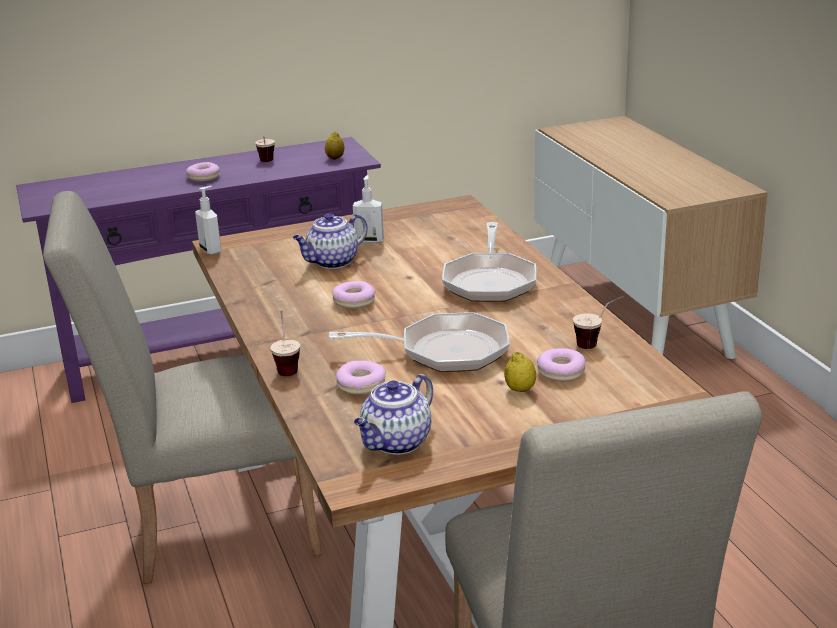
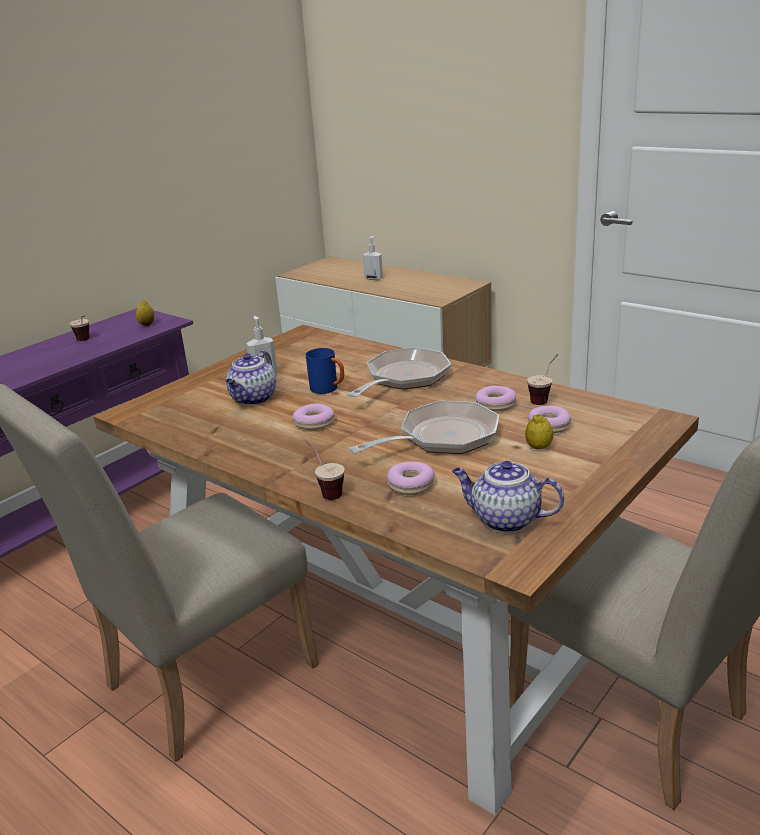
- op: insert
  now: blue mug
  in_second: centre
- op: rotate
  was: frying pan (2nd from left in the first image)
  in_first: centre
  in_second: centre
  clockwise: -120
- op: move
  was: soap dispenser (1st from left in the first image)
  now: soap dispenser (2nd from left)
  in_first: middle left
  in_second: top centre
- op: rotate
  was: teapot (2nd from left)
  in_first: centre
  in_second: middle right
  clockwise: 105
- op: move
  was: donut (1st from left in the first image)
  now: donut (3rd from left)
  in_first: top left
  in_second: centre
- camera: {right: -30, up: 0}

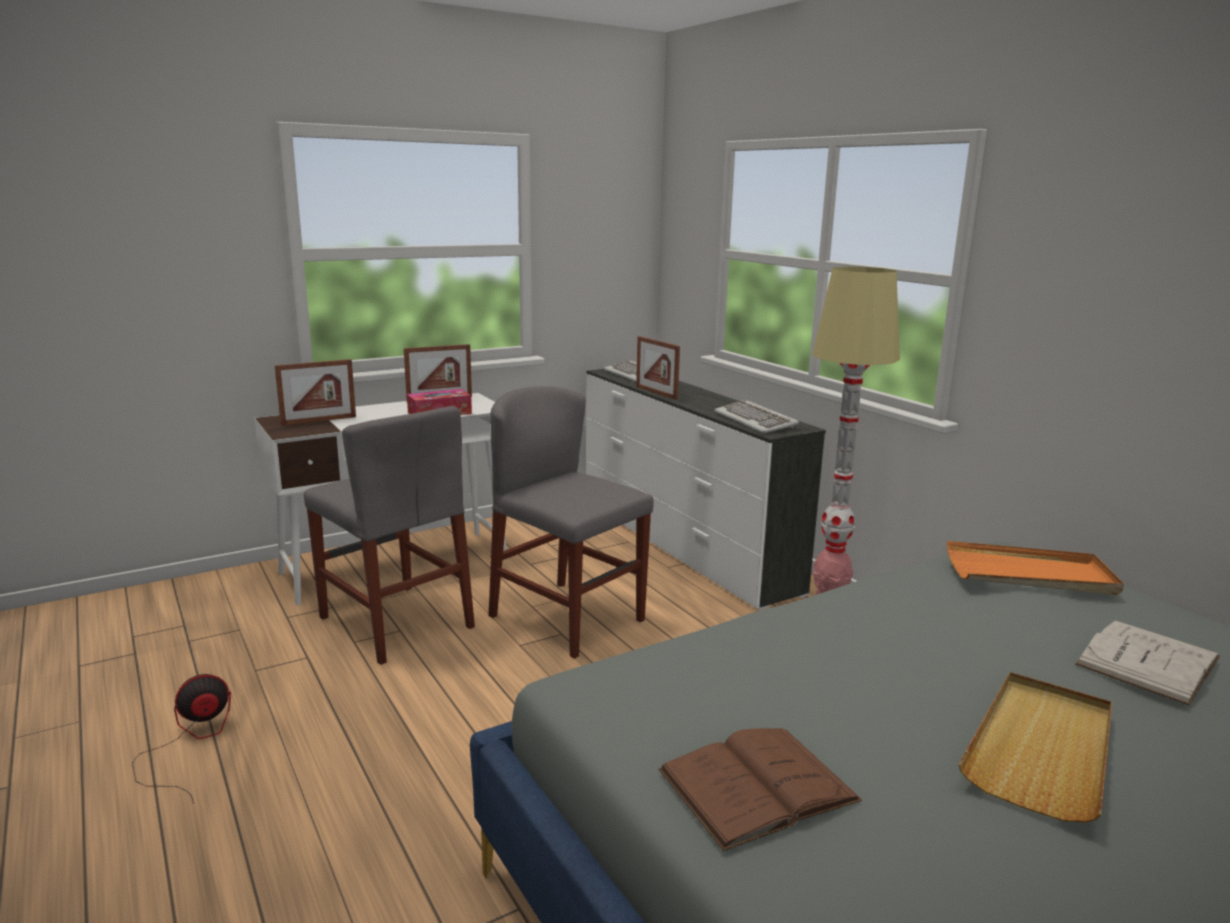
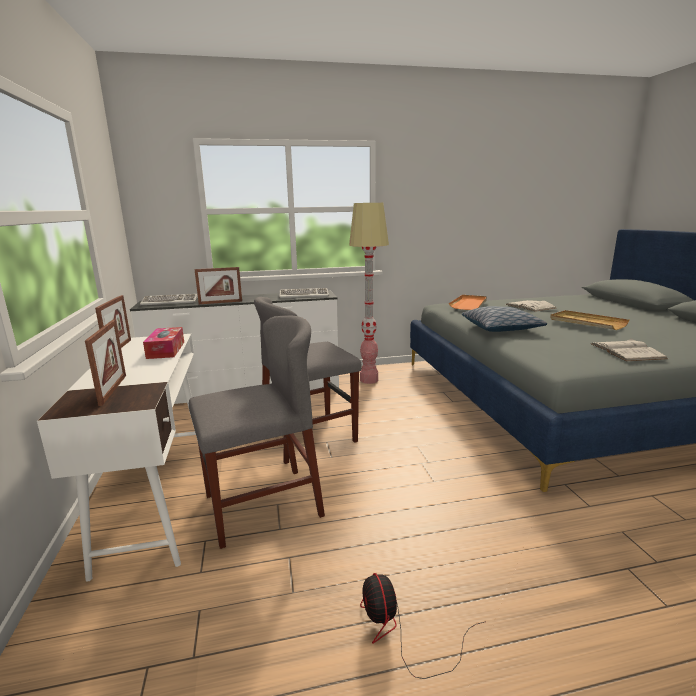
- op: insert
  now: pillow
  in_second: middle right
- op: recolor
  was: brown book
  now: white book (2nd from left)
  in_first: bottom centre
  in_second: middle right
- camera: {right: -70, up: 0}

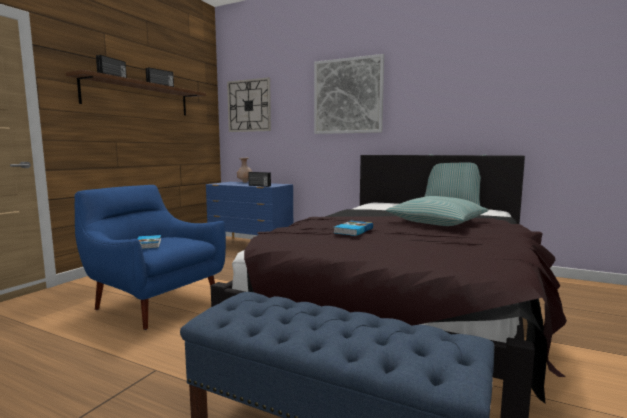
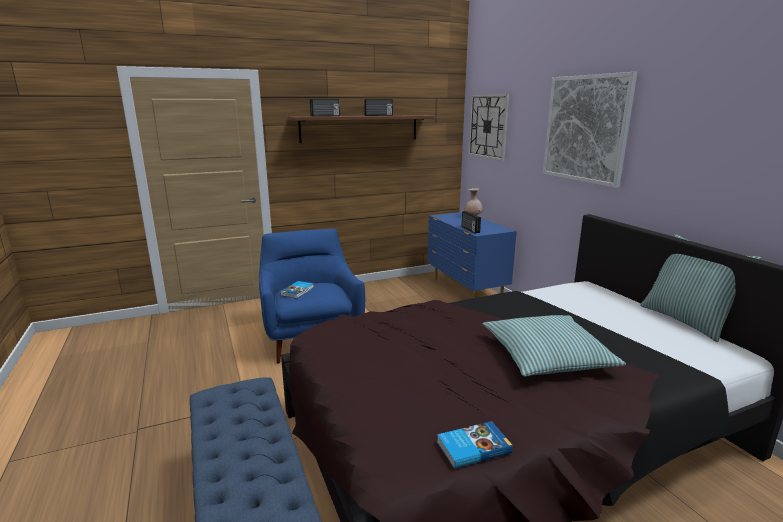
- op: move
  was: book (2nd from left)
  in_first: centre
  in_second: bottom centre
- camera: {right: 40, up: 10}

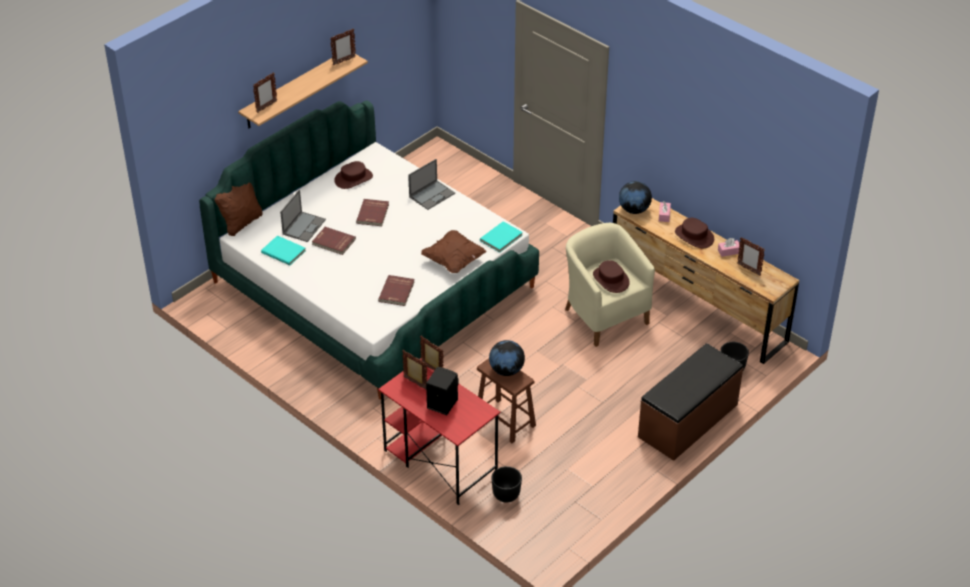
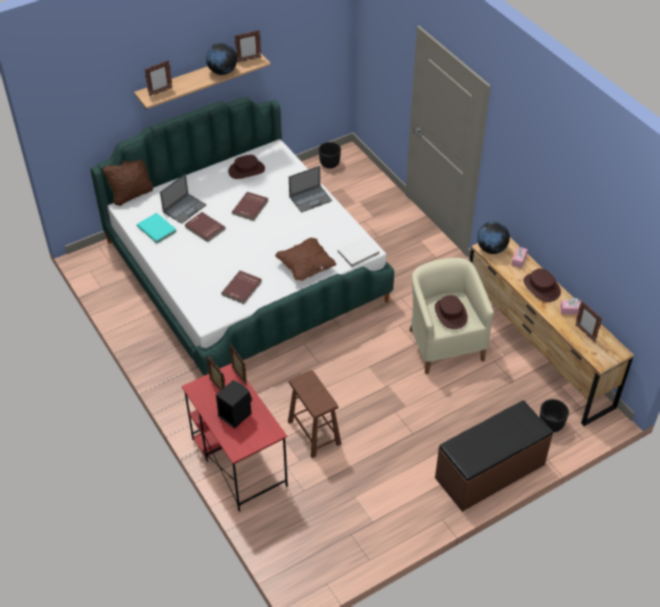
- op: move
  was: globe (1st from left)
  in_first: centre
  in_second: top centre
- op: move
  was: black planter (1st from left)
  in_first: bottom centre
  in_second: top centre
- op: recolor
  was: turquoise book (2nd from left)
  now: white book
  in_first: centre
  in_second: centre
- camera: {right: 15, up: 5}

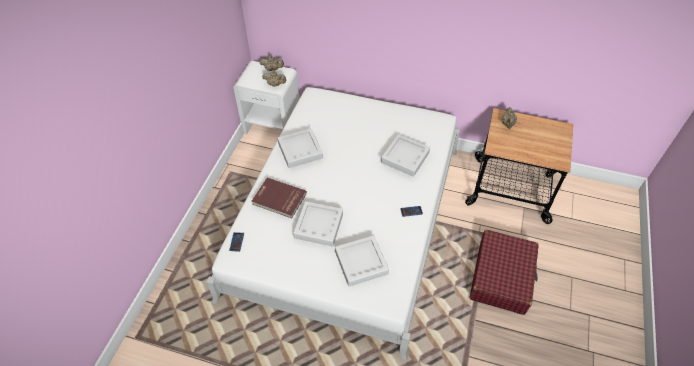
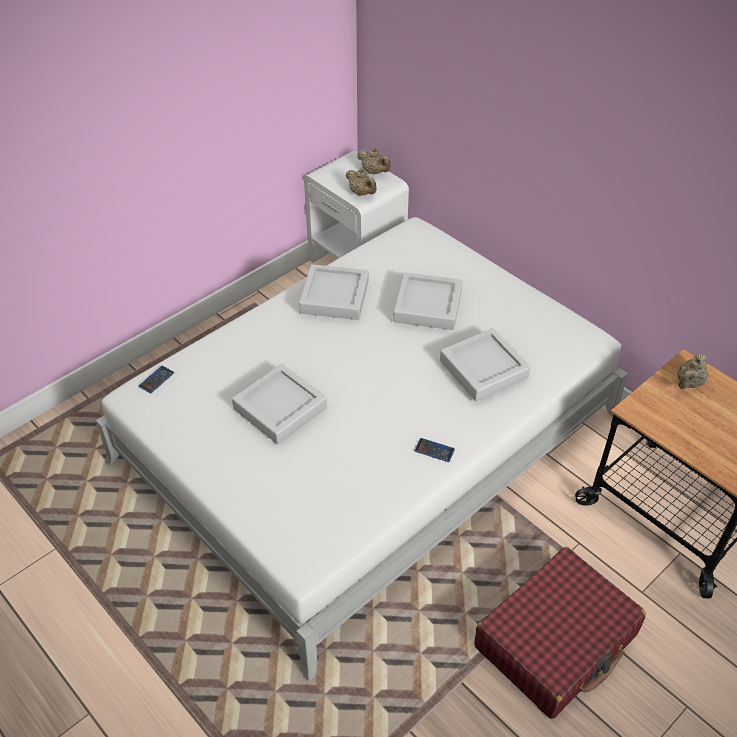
- op: move
  was: grey tray (3rd from left)
  in_first: bottom centre
  in_second: centre
- op: delete
  was: red book
  in_first: centre
- camera: {right: 30, up: -5}

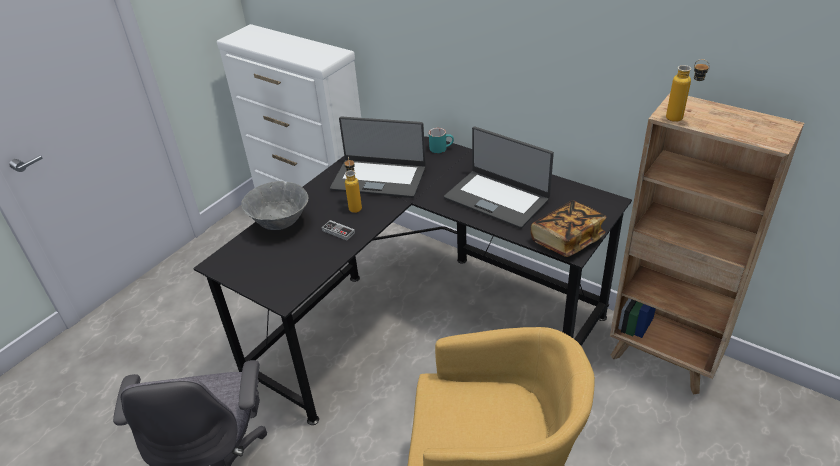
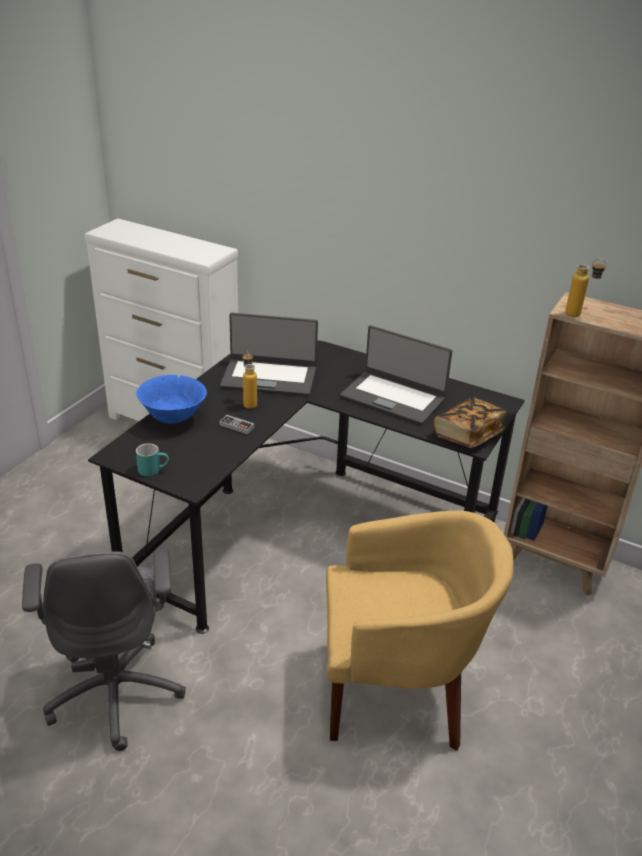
- op: recolor
  was: grey bowl
  now: blue bowl
  in_first: middle left
  in_second: middle left
- op: move
  was: turquoise mug
  in_first: top centre
  in_second: middle left
- camera: {right: -10, up: -5}

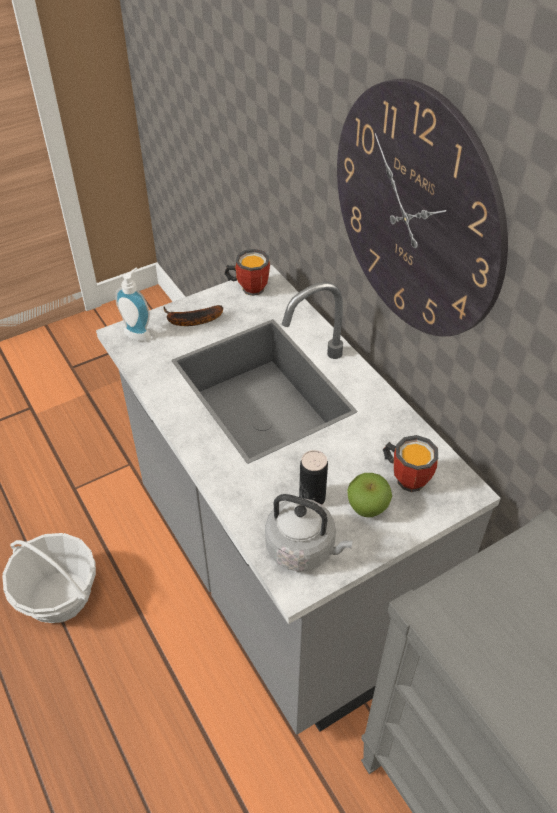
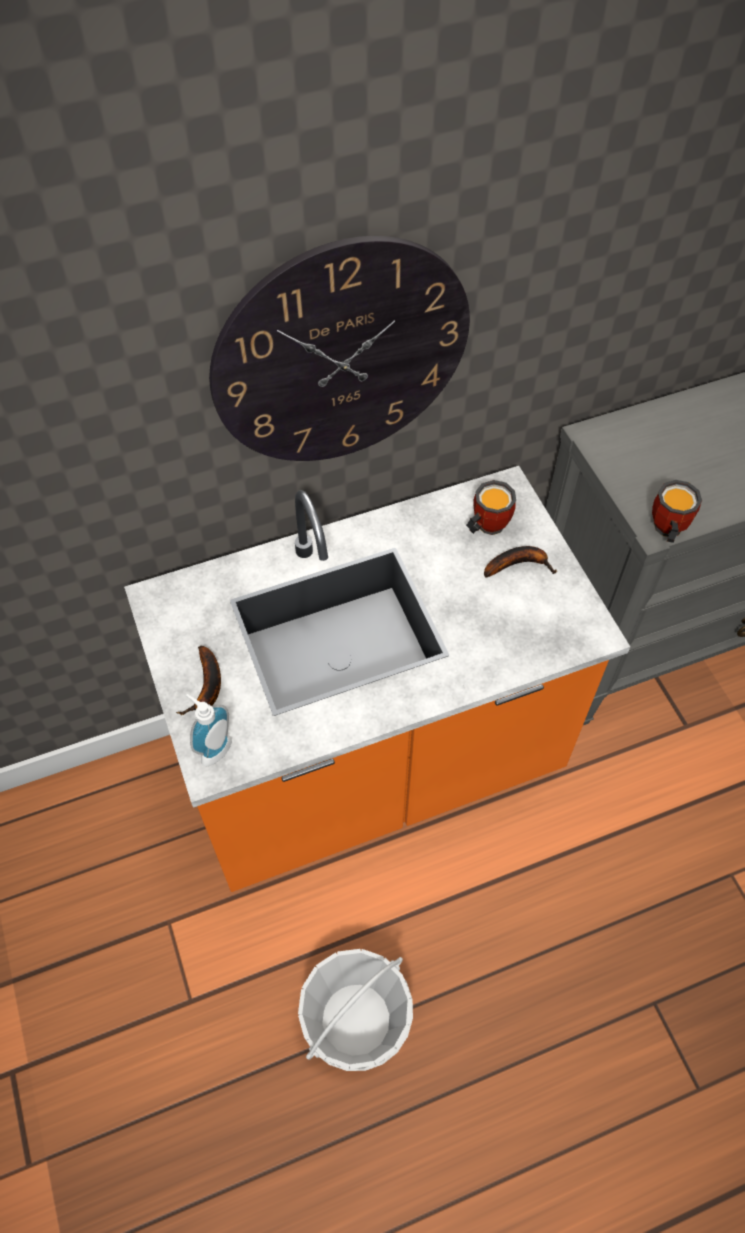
- op: recolor
  was: grey counter
  now: orange counter
  in_first: centre
  in_second: centre
- op: replace
  was: apple
  now: banana (2nd from left)
  in_first: centre
  in_second: middle right
- op: move
  was: mug (1st from left in the first image)
  now: mug (2nd from left)
  in_first: centre
  in_second: middle right
- op: delete
  was: grey kettle
  in_first: centre
- op: delete
  was: can
  in_first: centre
- camera: {right: -80, up: 10}

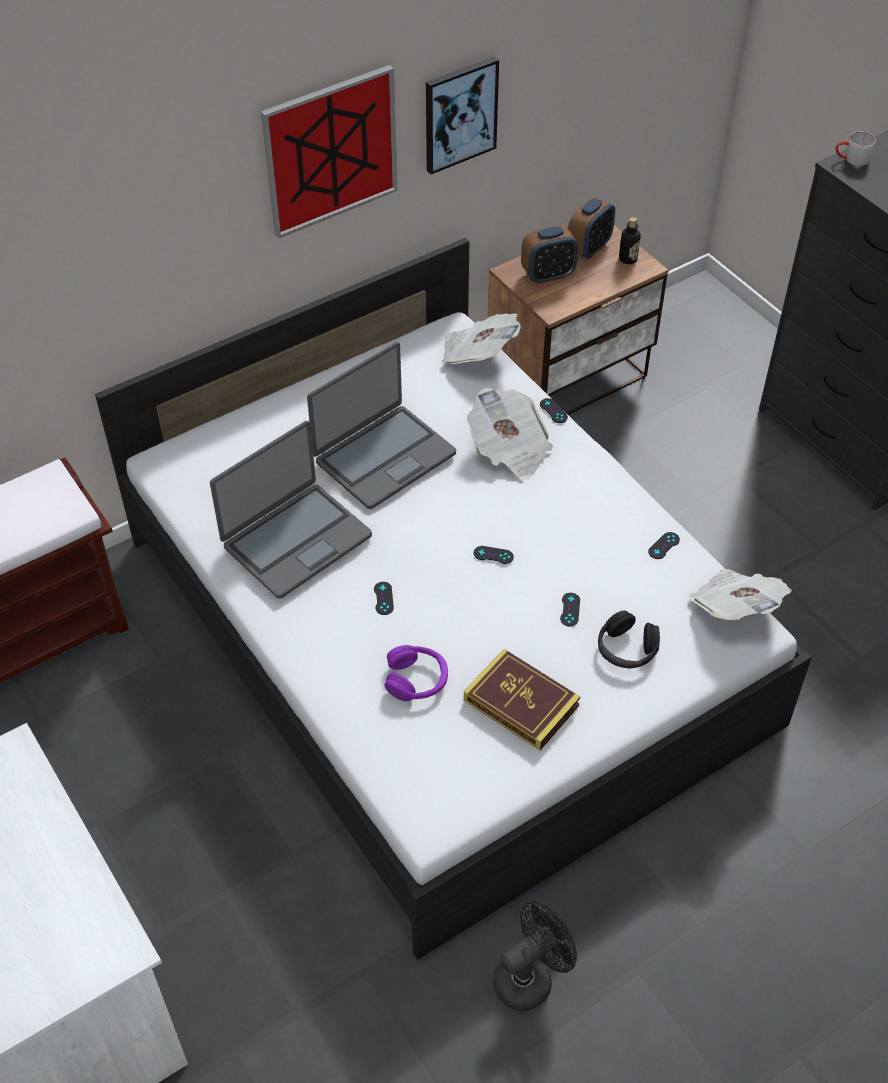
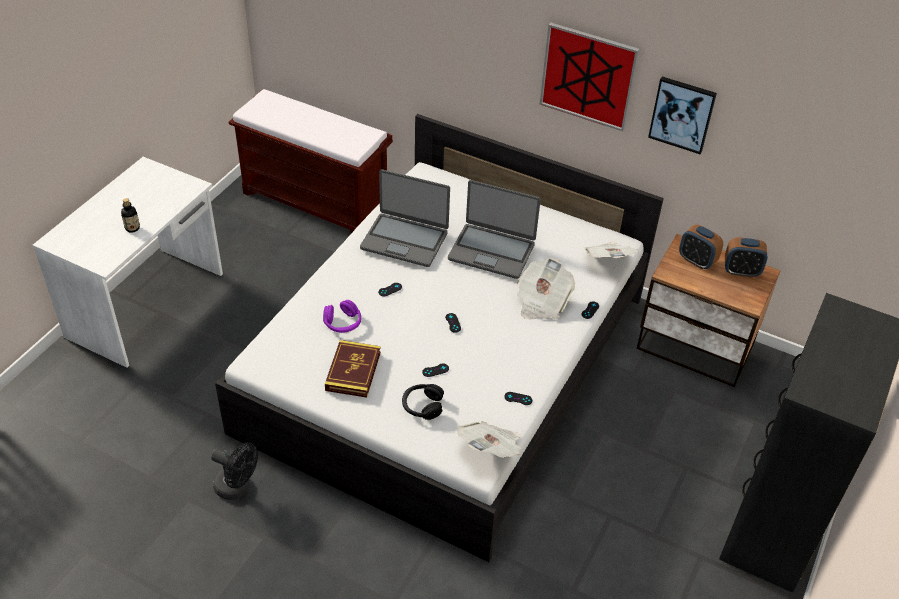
- op: move
  was: bottle
  in_first: top right
  in_second: middle left
- op: delete
  was: grey mug
  in_first: top right
- camera: {right: 60, up: -5}

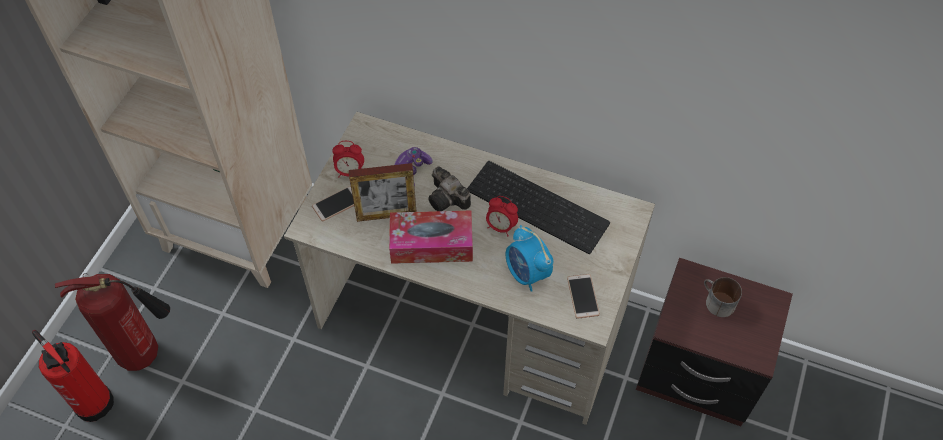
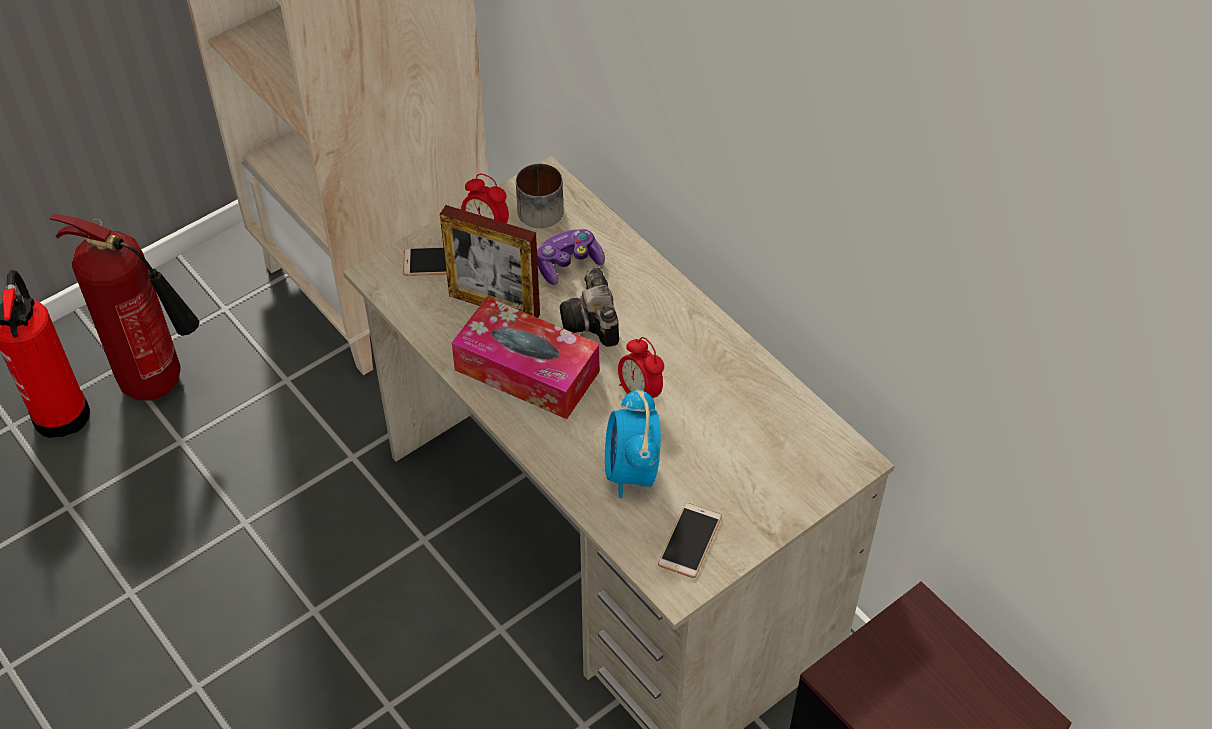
- op: move
  was: mug
  in_first: bottom right
  in_second: top centre
- op: delete
  was: keyboard
  in_first: centre
- camera: {right: 30, up: -5}

